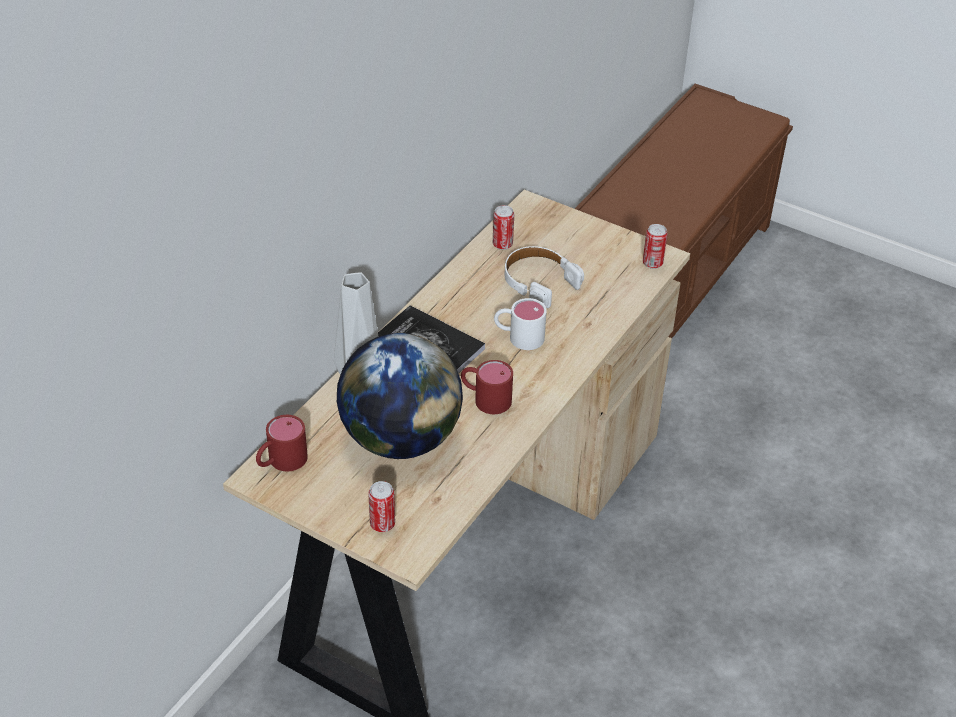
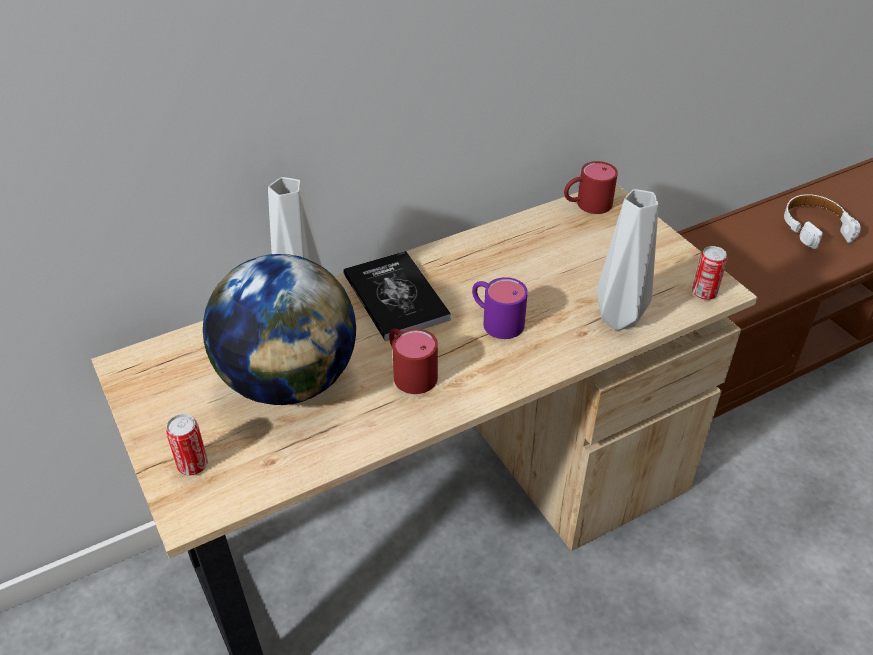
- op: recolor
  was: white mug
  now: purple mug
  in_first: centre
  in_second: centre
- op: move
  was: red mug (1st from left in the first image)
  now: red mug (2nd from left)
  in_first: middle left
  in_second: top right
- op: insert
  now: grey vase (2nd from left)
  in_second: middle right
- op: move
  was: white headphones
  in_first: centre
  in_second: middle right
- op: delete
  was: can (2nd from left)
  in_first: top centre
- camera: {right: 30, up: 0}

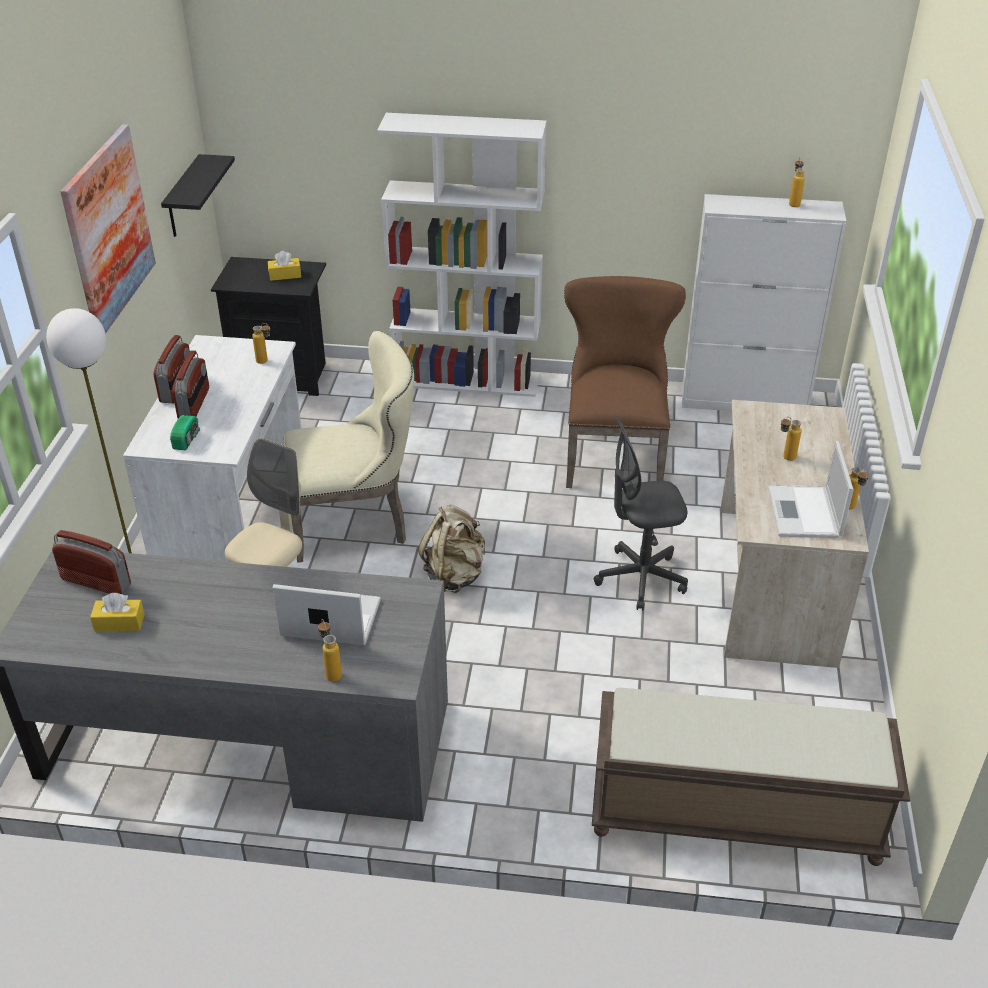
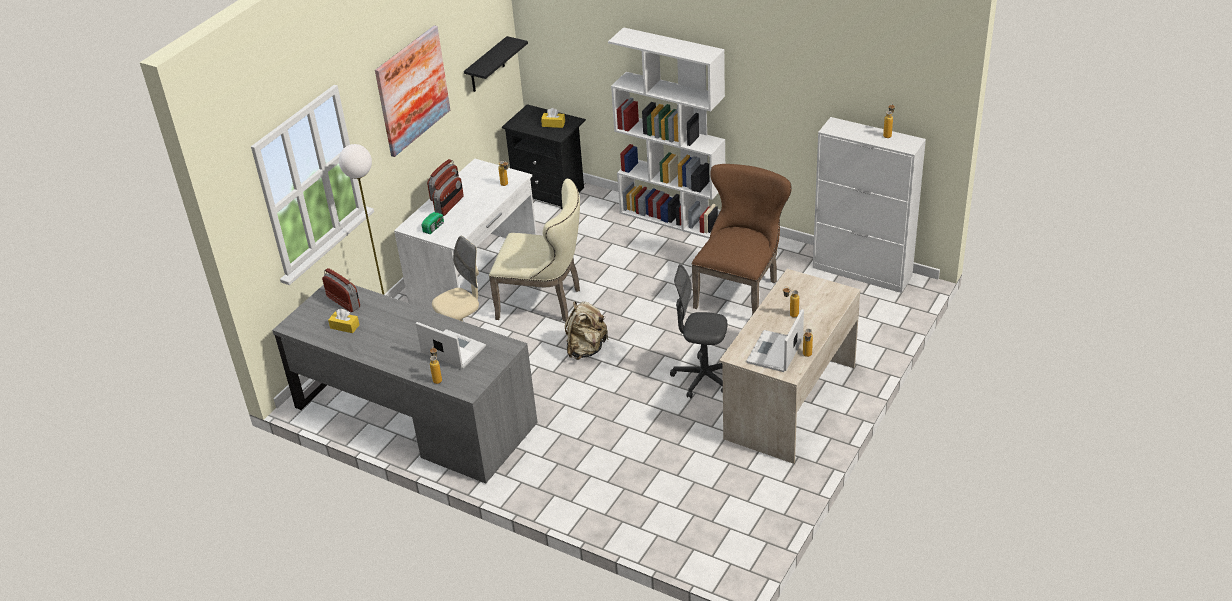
- op: delete
  was: brown bench
  in_first: bottom right
- camera: {right: 25, up: 0}

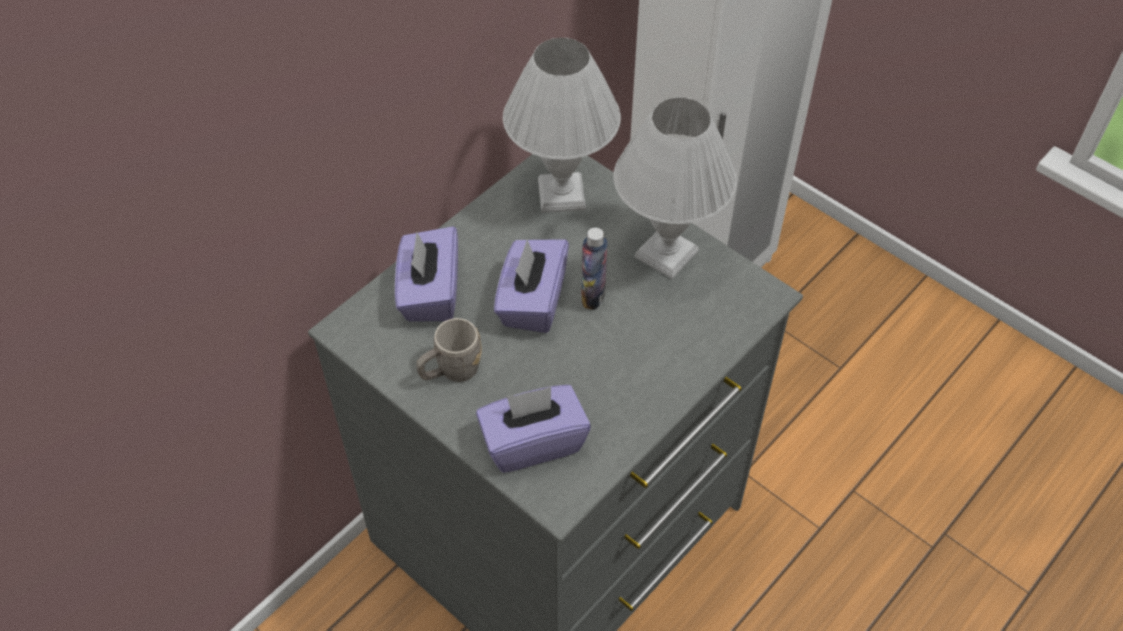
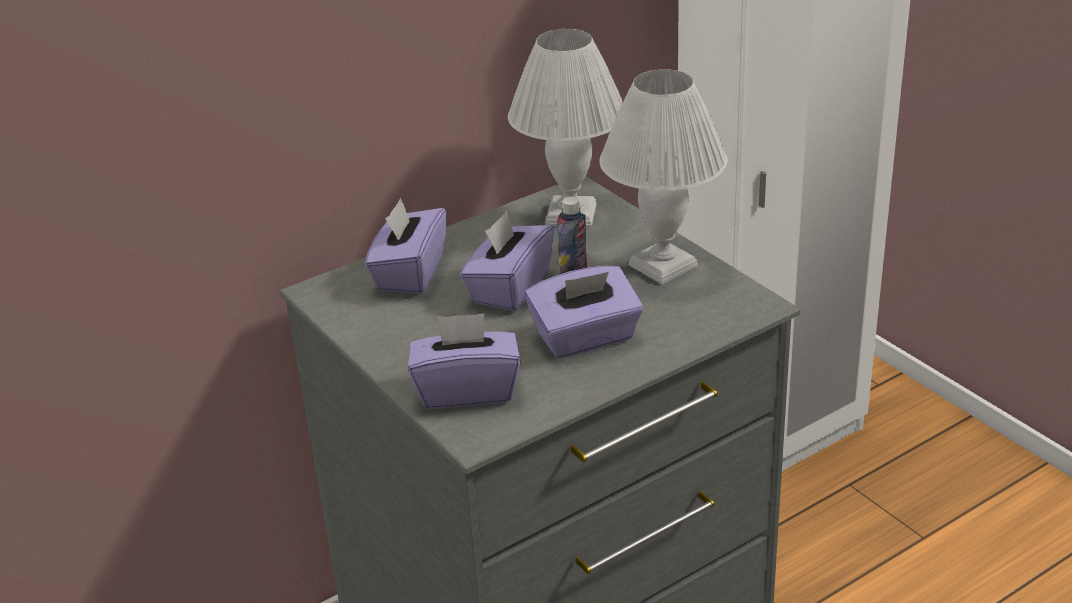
- op: insert
  now: purple tissue box (4th from left)
  in_second: centre
- op: delete
  was: grey mug
  in_first: centre
- camera: {right: 15, up: -20}

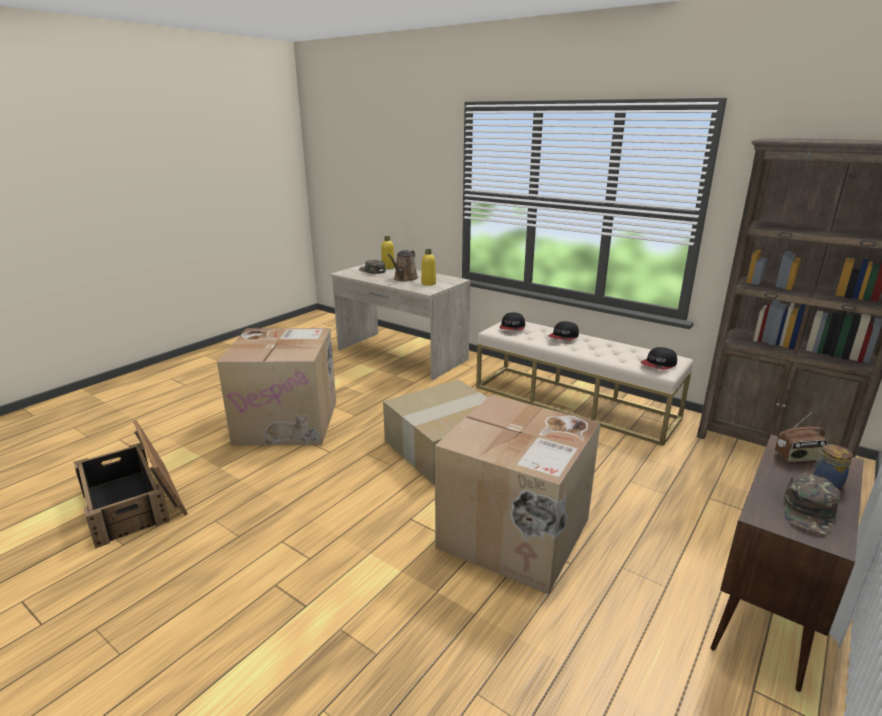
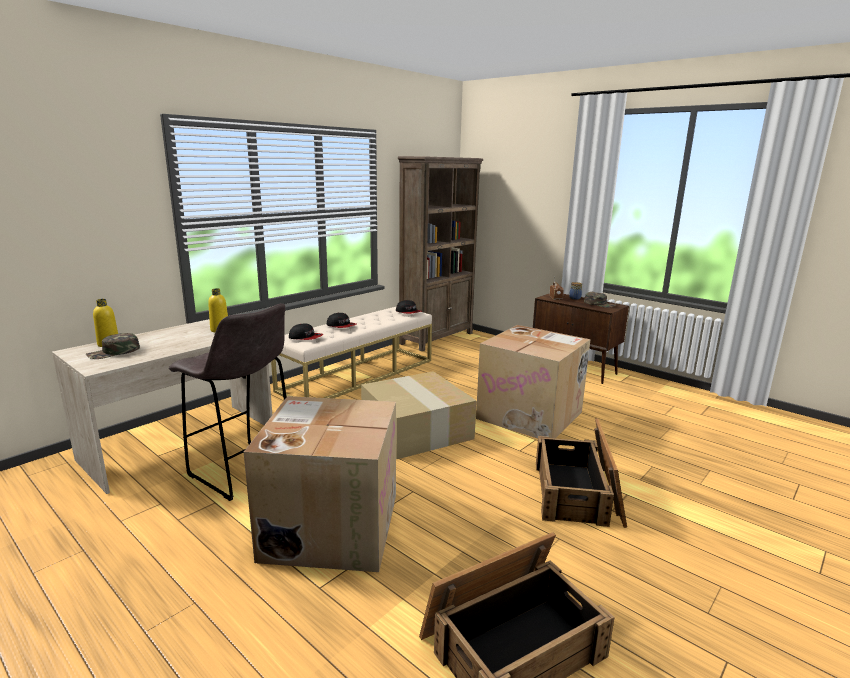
- op: insert
  now: grey stool
  in_second: middle left
- op: insert
  now: crate (2nd from left)
  in_second: bottom right
- op: delete
  was: brown watering can
  in_first: centre
- camera: {right: -85, up: -5}

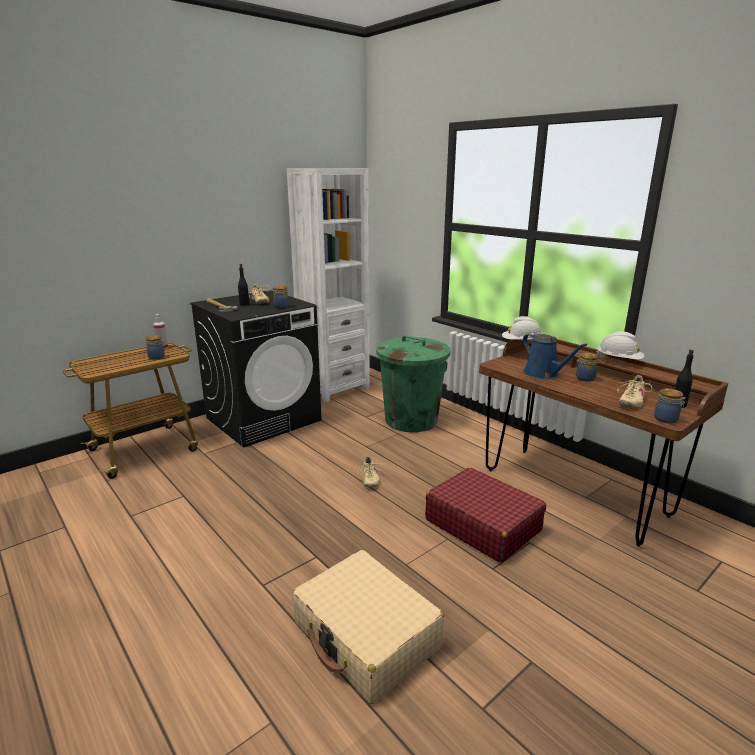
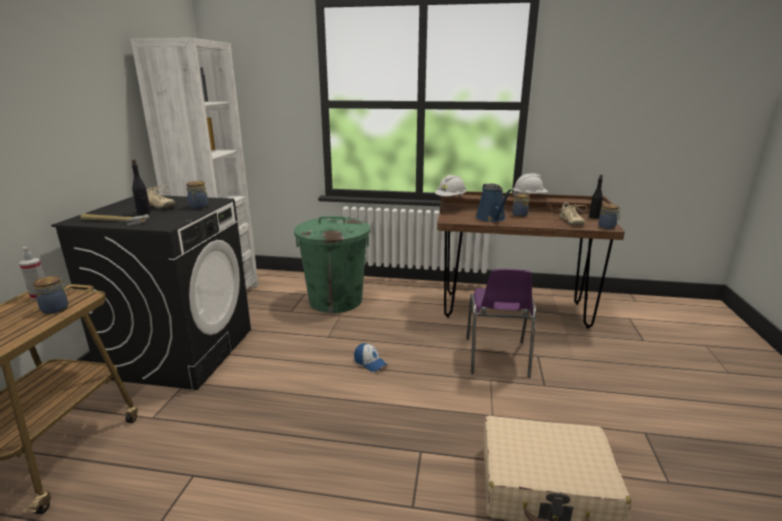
- op: replace
  was: beige shoe (2nd from left)
  now: cap
  in_first: centre
  in_second: bottom centre
- op: replace
  was: red suitcase
  now: purple chair
  in_first: bottom centre
  in_second: centre
- op: rotate
  was: blue watering can
  in_first: middle right
  in_second: centre
  clockwise: 60
- camera: {right: -40, up: 0}

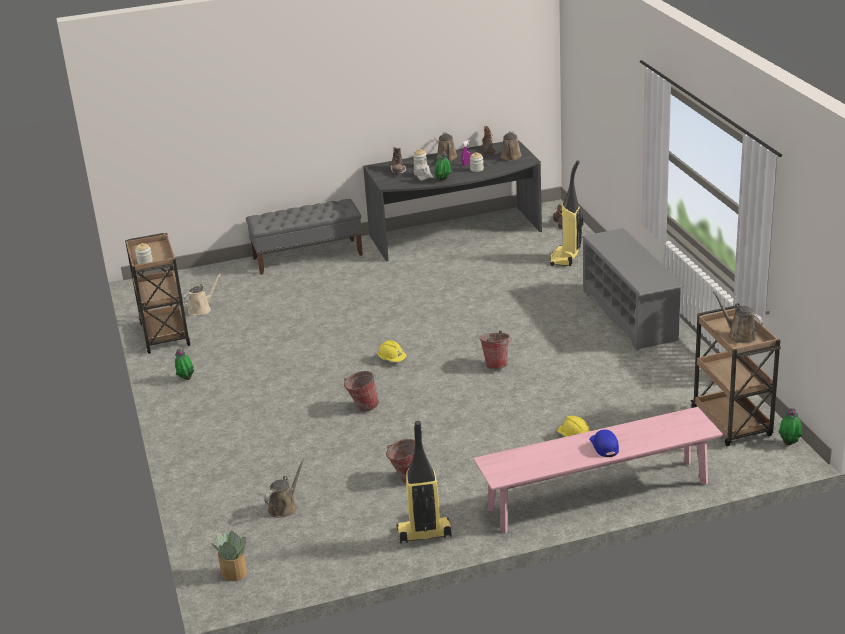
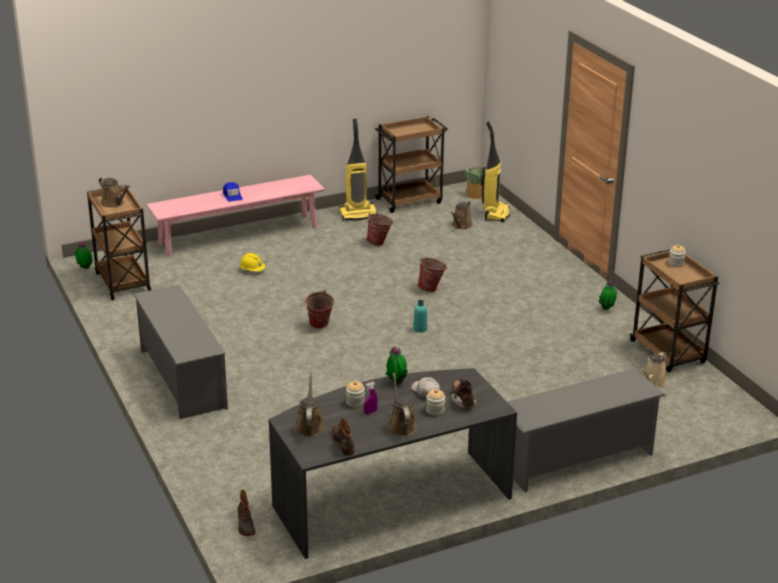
- op: insert
  now: brown cart (2nd from left)
  in_second: top centre
- op: replace
  was: yellow hard hat (1st from left)
  now: turquoise bottle
  in_first: centre
  in_second: centre
- op: move
  was: vacuum cleaner (2nd from left)
  in_first: middle right
  in_second: top centre
- op: replace
  was: grey bench
  now: grey shoe rack (2nd from left)
  in_first: centre
  in_second: bottom right
- camera: {right: 170, up: 0}

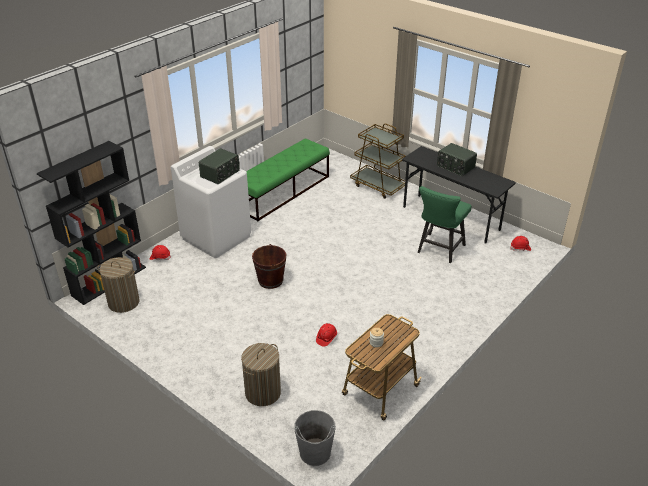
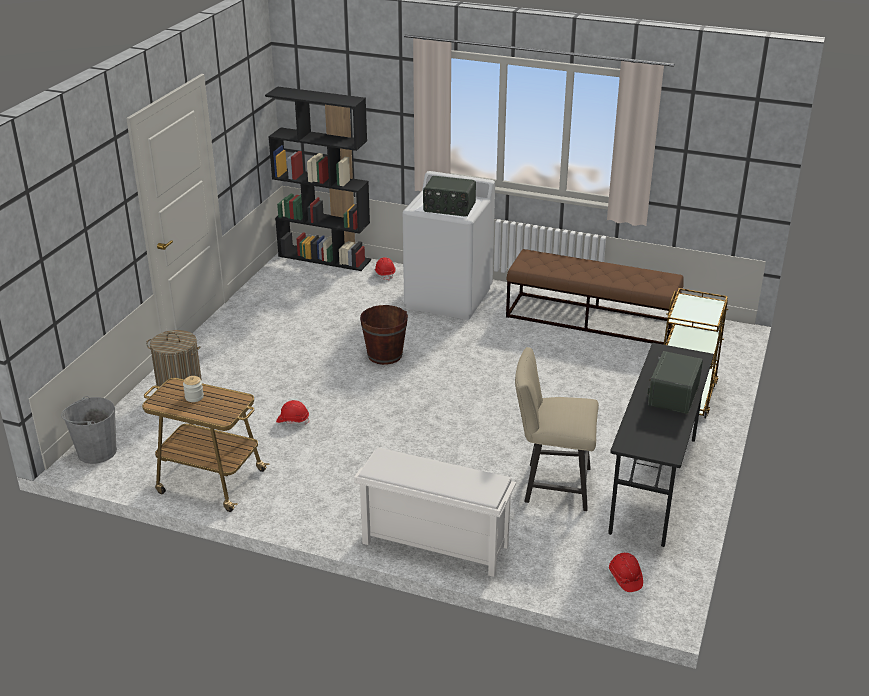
- op: insert
  now: white shoe rack
  in_second: bottom centre
- op: recolor
  was: green bench
  now: brown bench
  in_first: centre
  in_second: middle right
- op: recolor
  was: green chair
  now: beige chair
  in_first: middle right
  in_second: centre
- op: delete
  was: laundry basket (1st from left)
  in_first: middle left
- camera: {right: 70, up: -5}

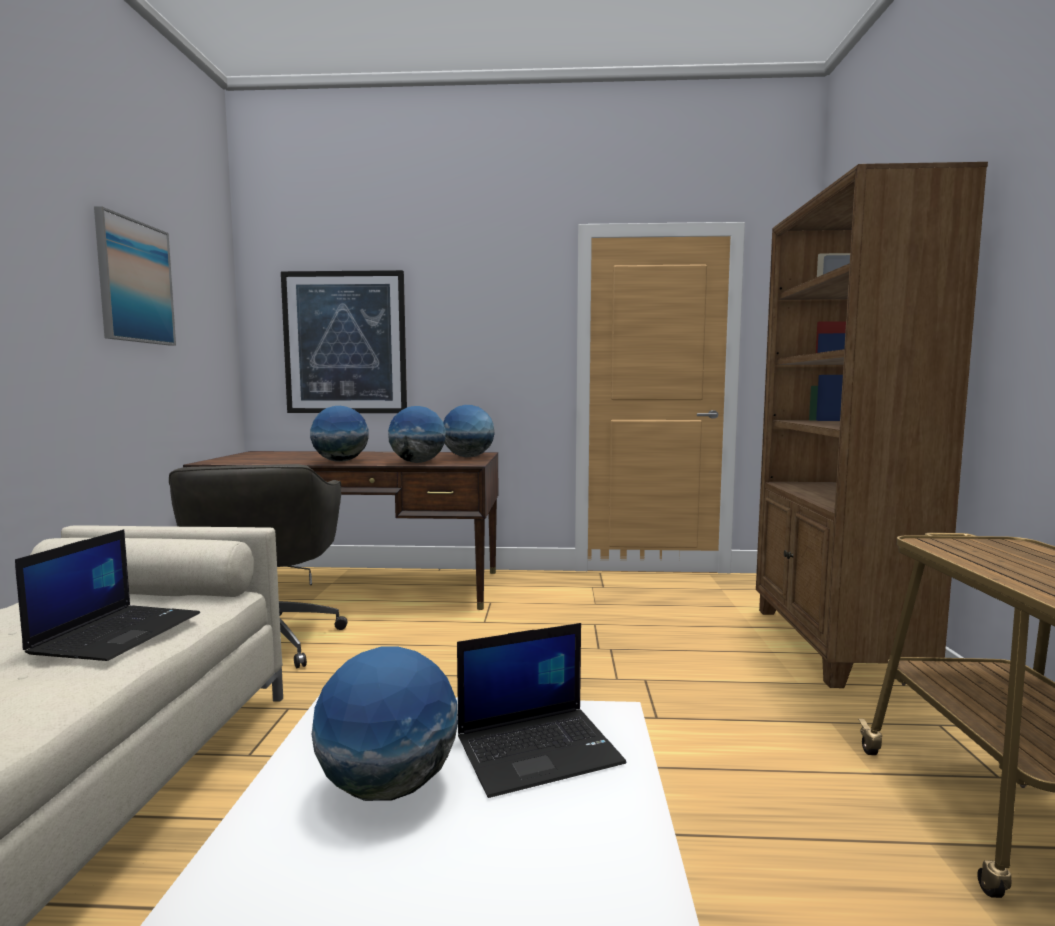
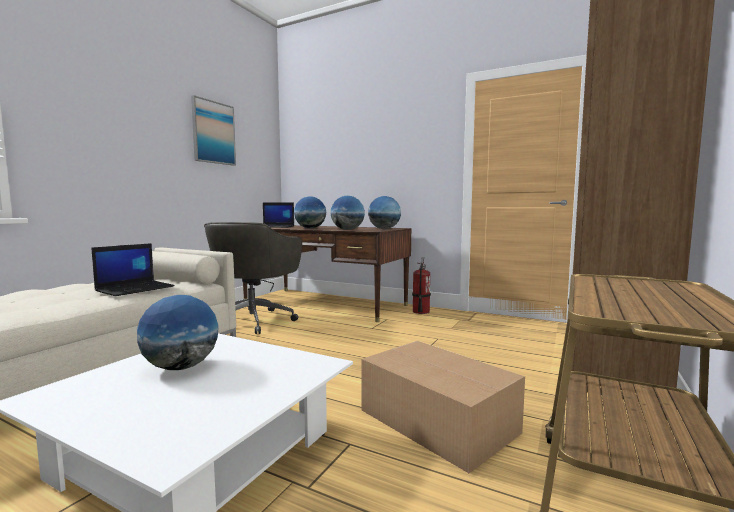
- op: move
  was: laptop (2nd from left)
  in_first: bottom centre
  in_second: centre
- op: insert
  now: cardboard box
  in_second: bottom centre
- op: insert
  now: fire extinguisher
  in_second: centre
- op: delete
  was: picture (2nd from left)
  in_first: middle left
- camera: {right: 25, up: 0}

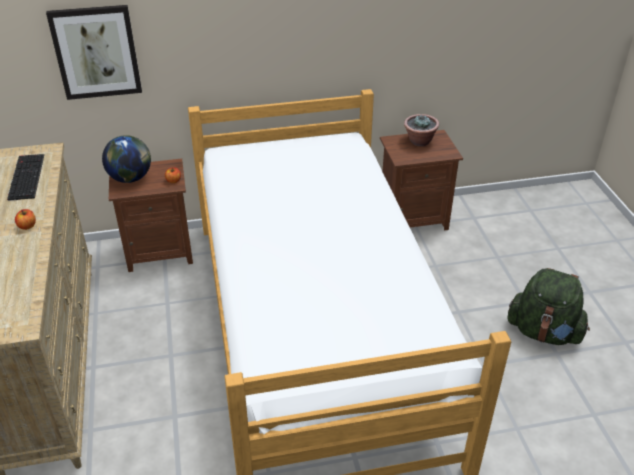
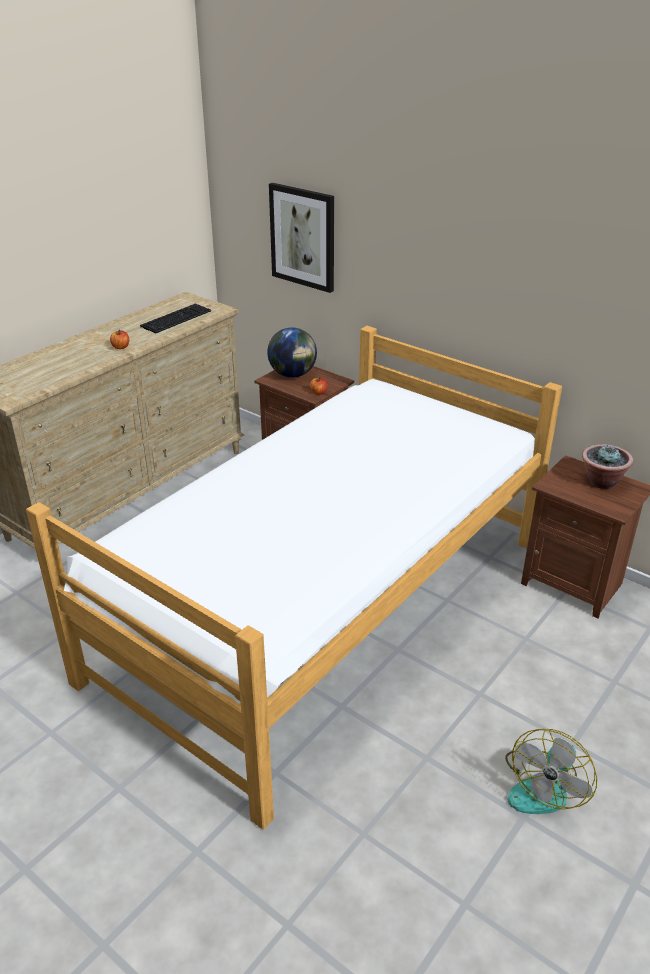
- op: replace
  was: green backpack
  now: fan
  in_first: middle right
  in_second: bottom right
- camera: {right: 50, up: -5}

